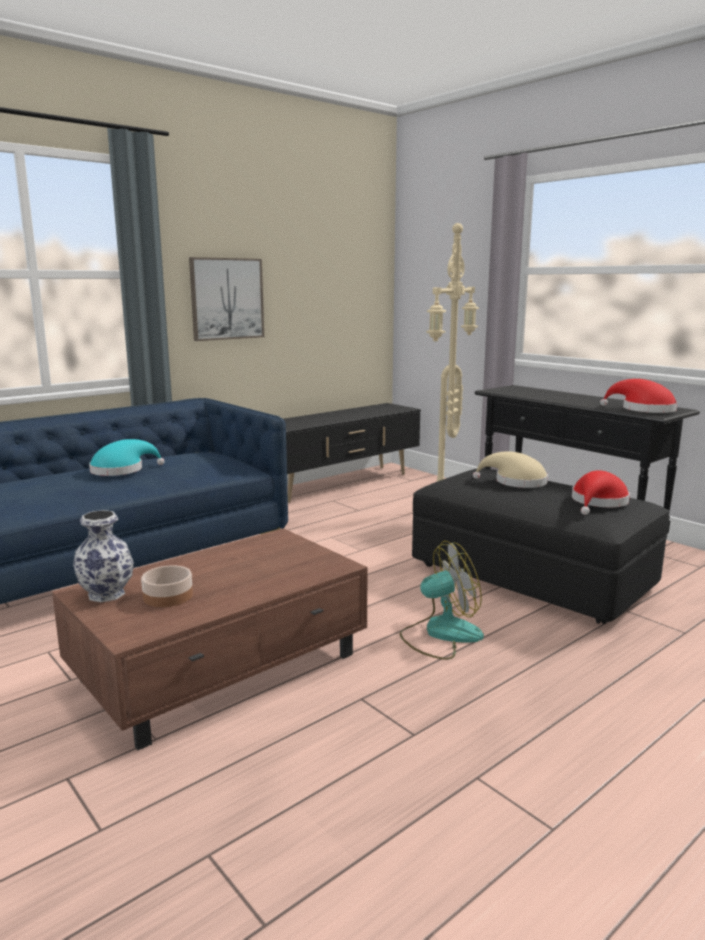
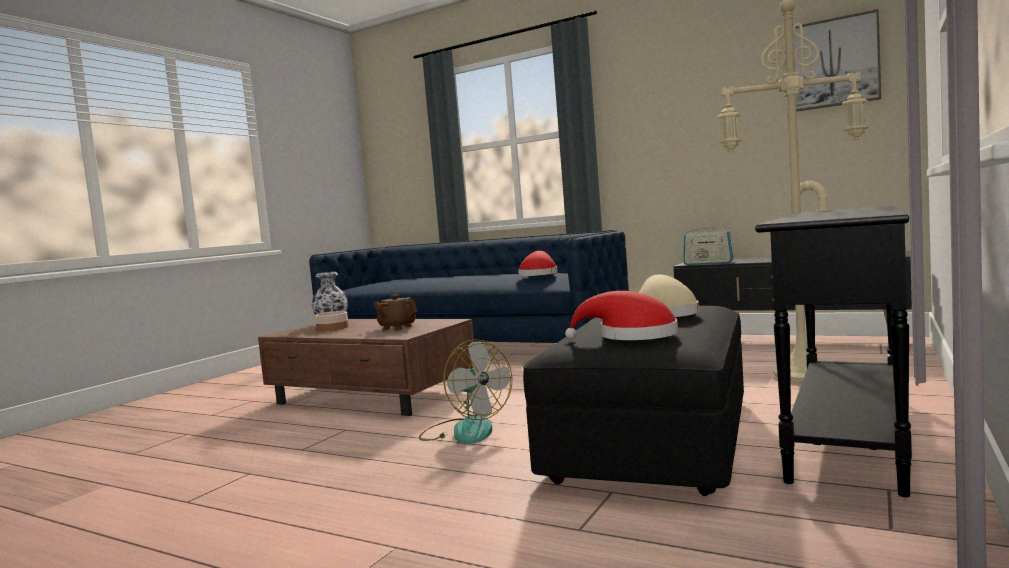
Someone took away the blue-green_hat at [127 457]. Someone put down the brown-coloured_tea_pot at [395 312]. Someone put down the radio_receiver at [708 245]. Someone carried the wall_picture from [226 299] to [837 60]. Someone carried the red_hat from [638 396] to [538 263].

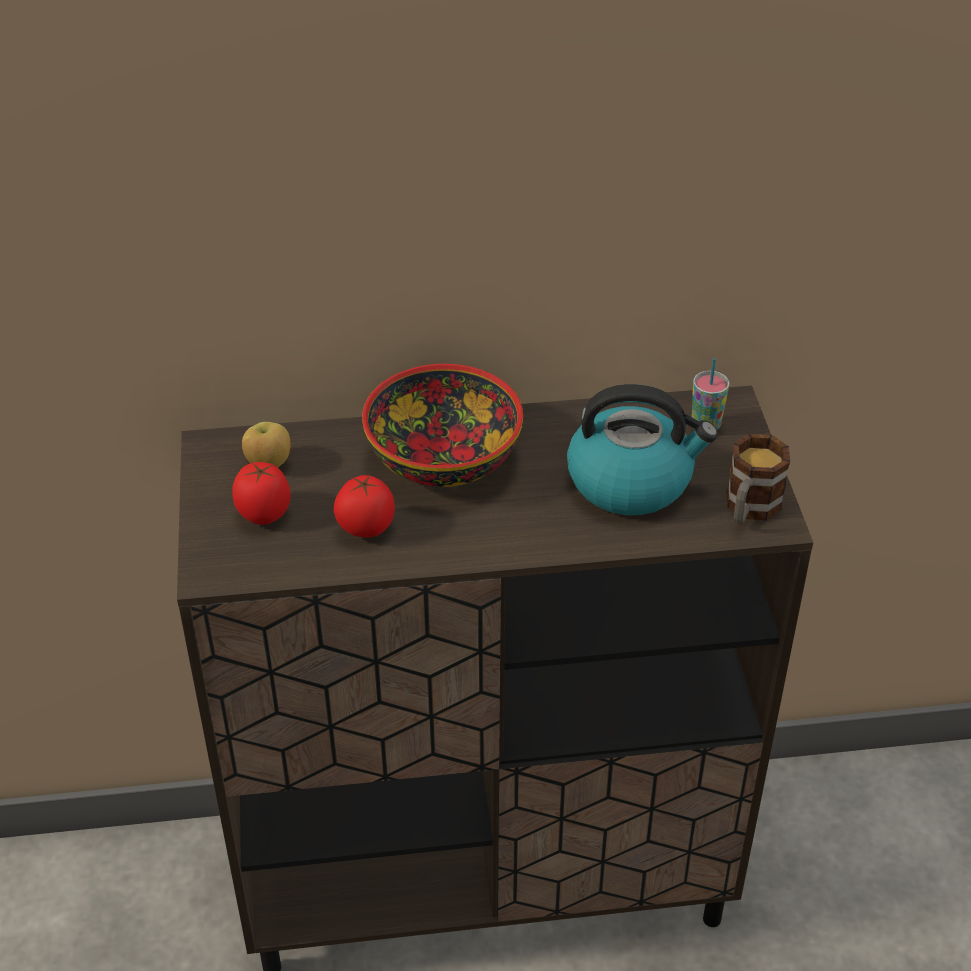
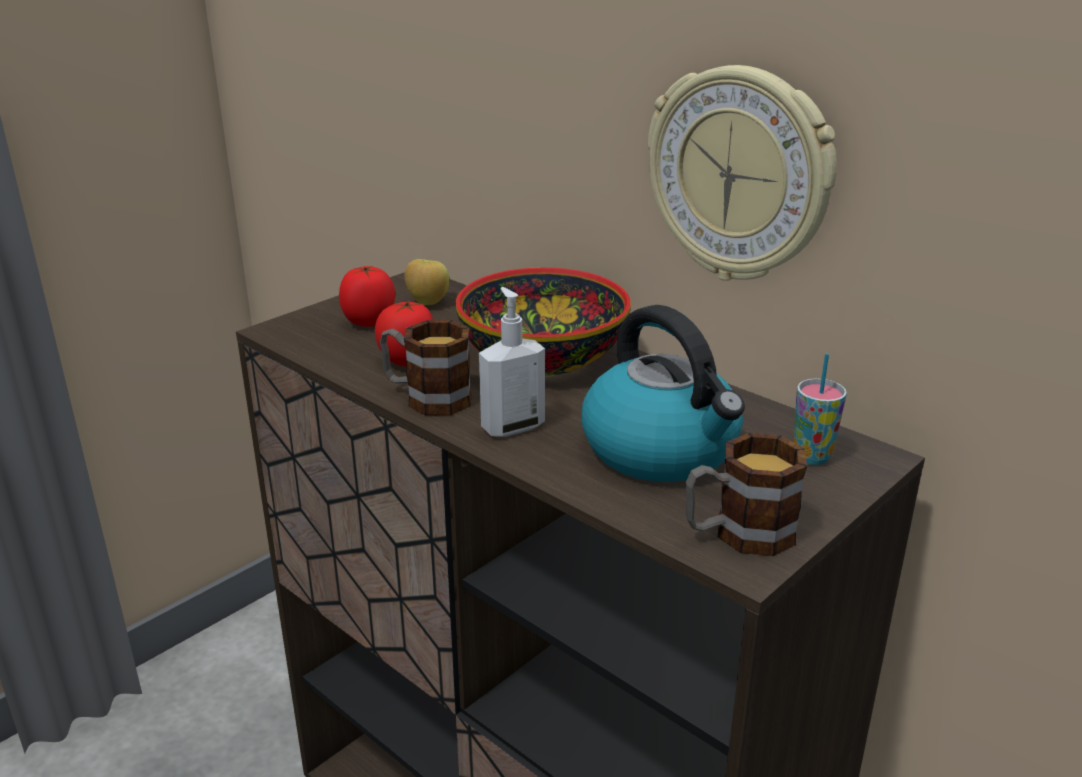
Someone put down the coffee_mug at [426 367]. Someone put down the soap_dispenser at [512 362]. Someone put up the wall_clock at [742 173].

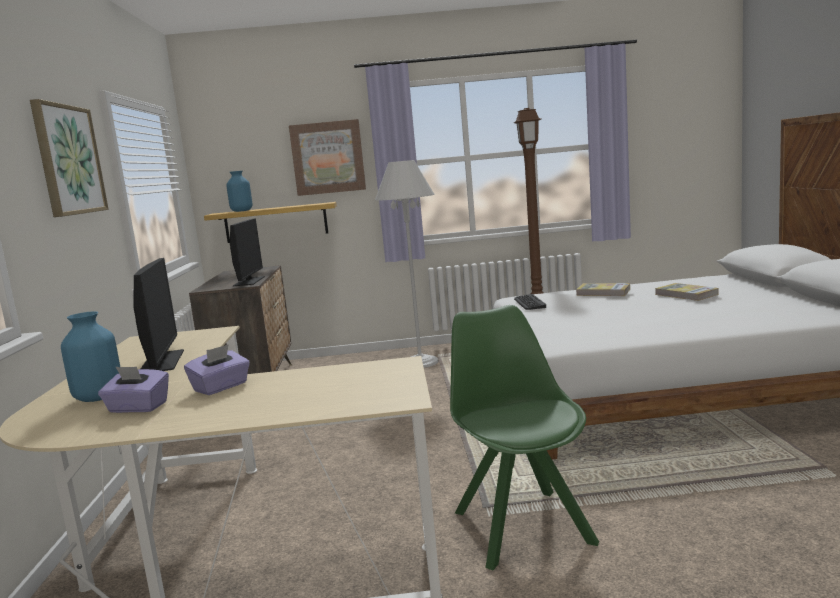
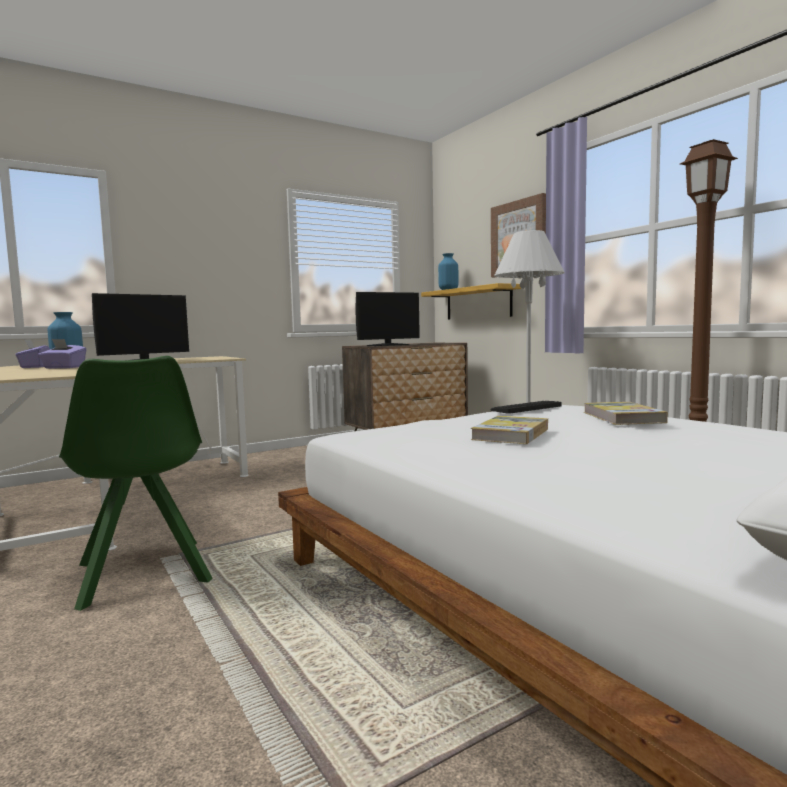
Someone took away the wall_picture at [69 158]. Someone carried the volume from [686 292] to [509 430]. Someone rotated the green-coloured_upright_chair at [524 437] by 105 degrees clockwise.

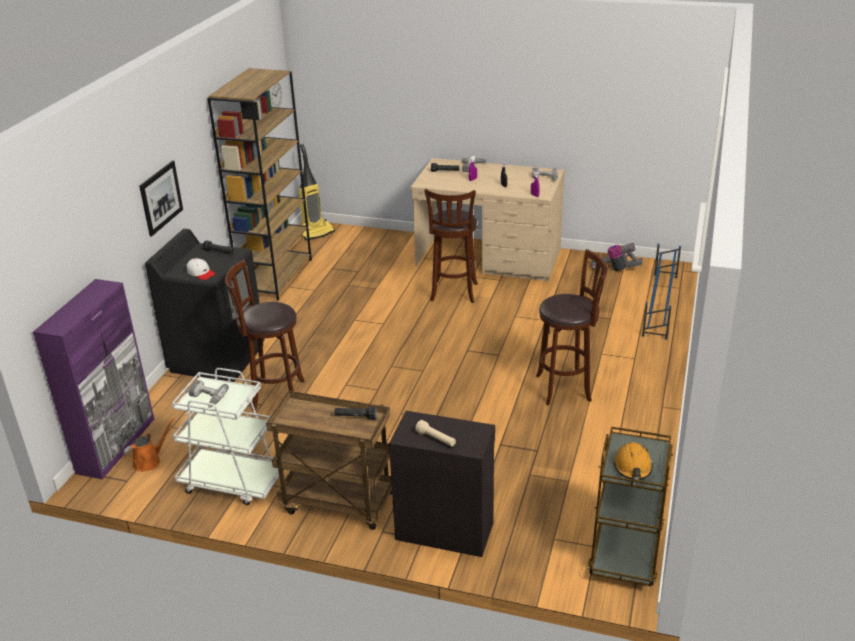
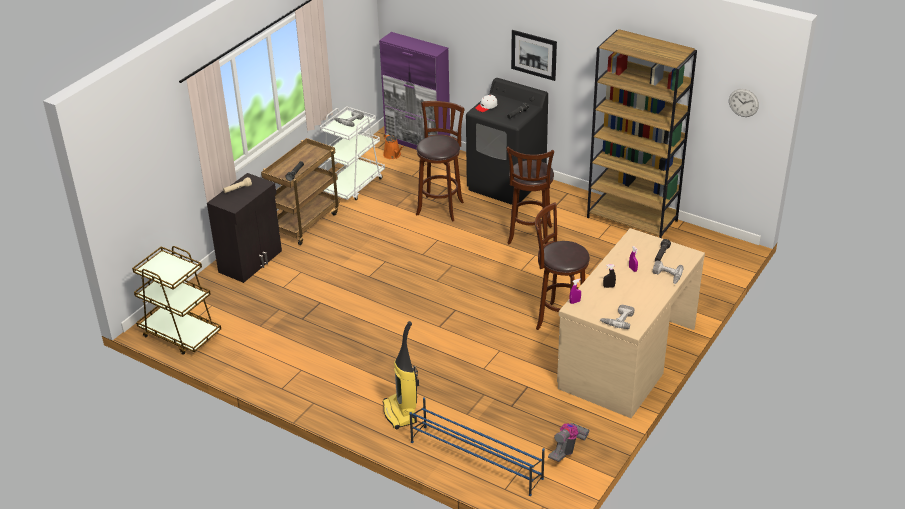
Someone took away the orange_safety_helmet at [633 461]. Someone carried the vacuum from [317 192] to [400 375]. Someone carried the brown-coloured_sitting_stool from [572 327] to [530 195].

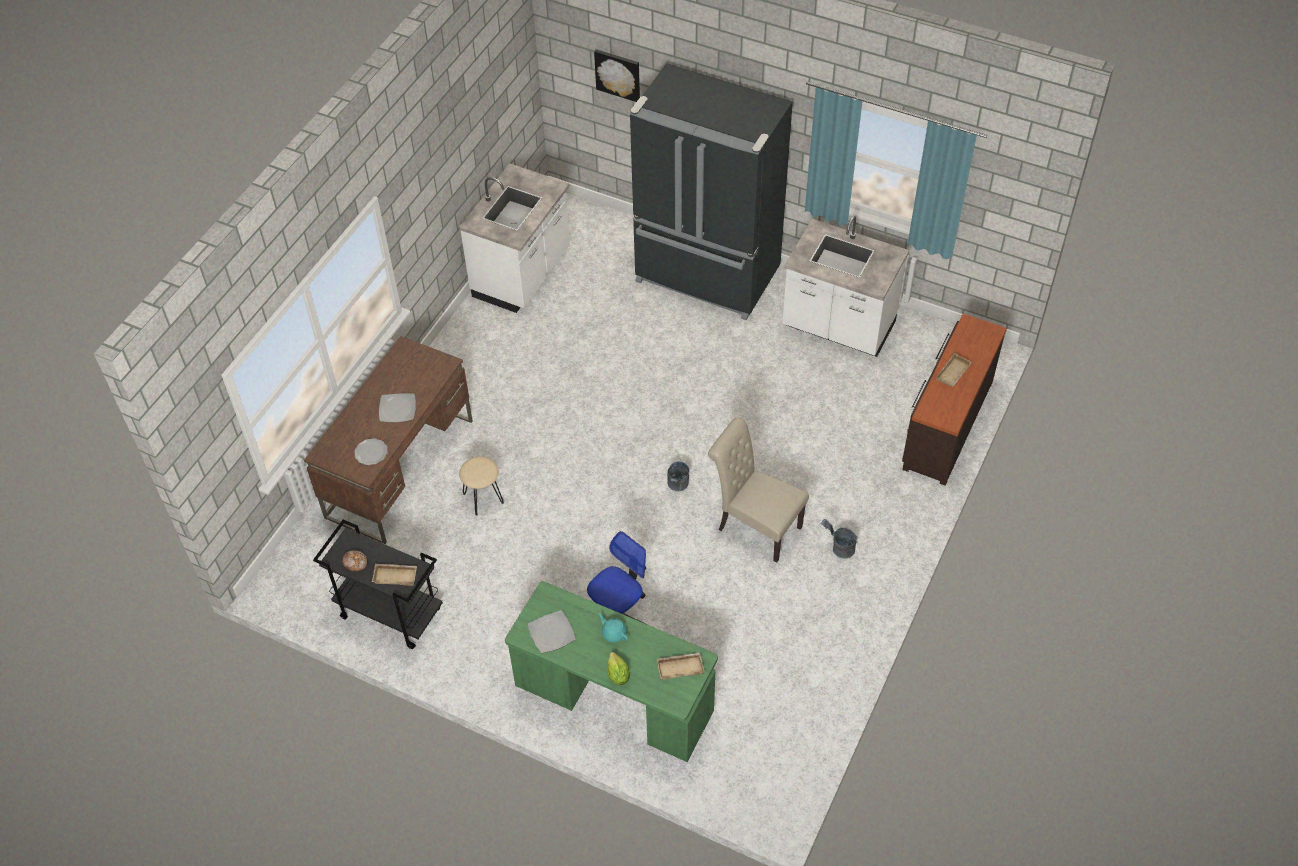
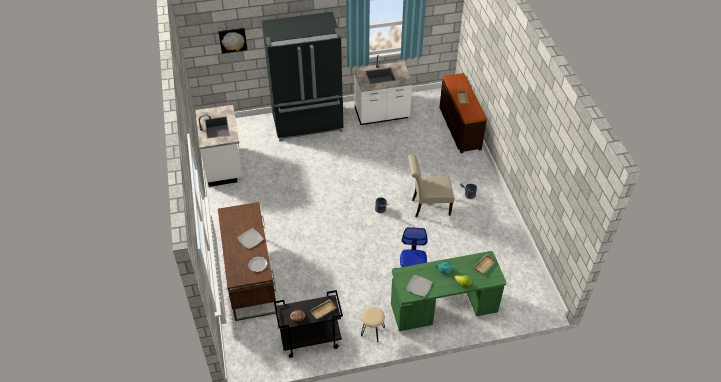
Someone carried the beige_sitting_stool from [481 486] to [373 324].

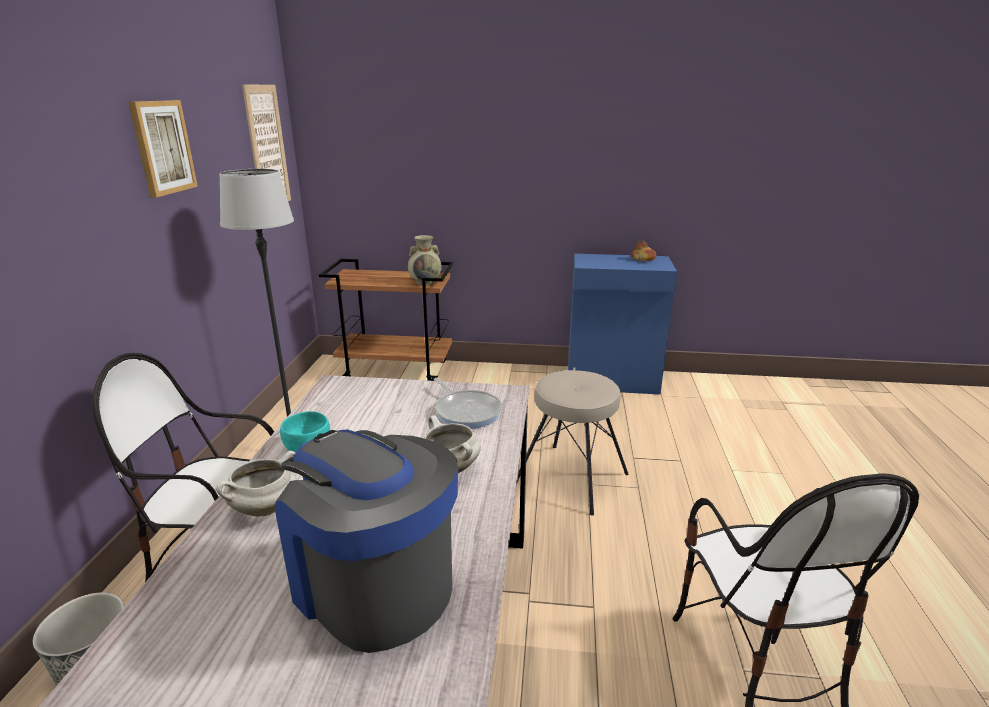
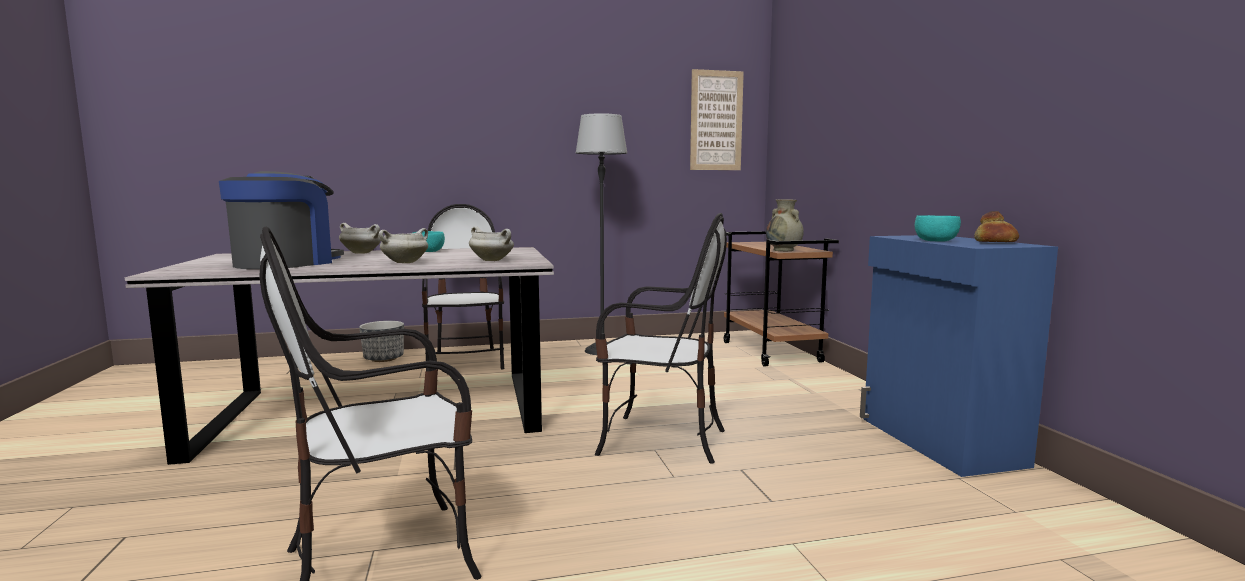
Someone took away the wall_picture at [163 148]. Someone put down the blue-green_serving_bowl at [938 228]. Someone swapped the frying_pan at [468 403] for the whitish_saucepot at [491 243]. Someone swapped the beige_sitting_stool at [572 443] for the upright_chair at [661 338].

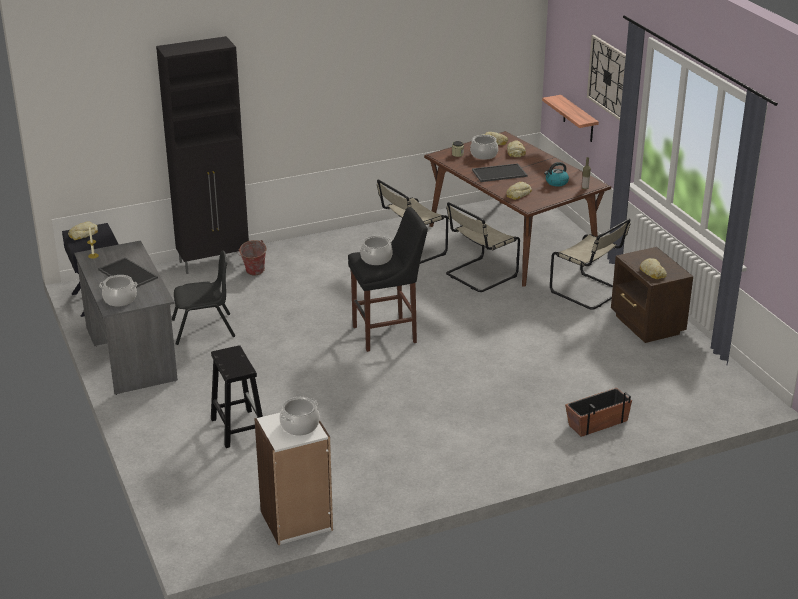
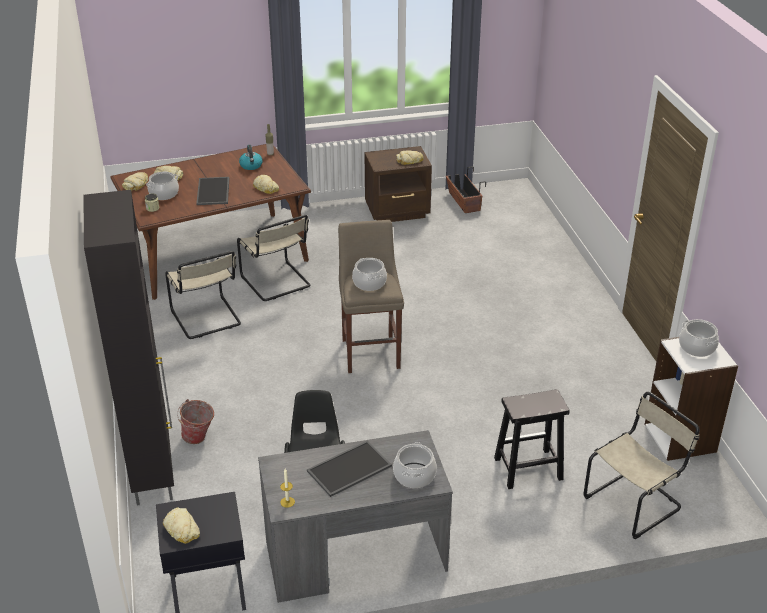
Someone took away the bracket_shelf at [570 118]. Someone took away the wall_clock at [606 77]. Someone carried the beige_upright_chair from [590 264] to [641 465]. Someone carried the planter from [598 412] to [466 189]. Someone repainted the black_sitting_stool at [388 279], which became the beige_sitting_stool at [371 296].

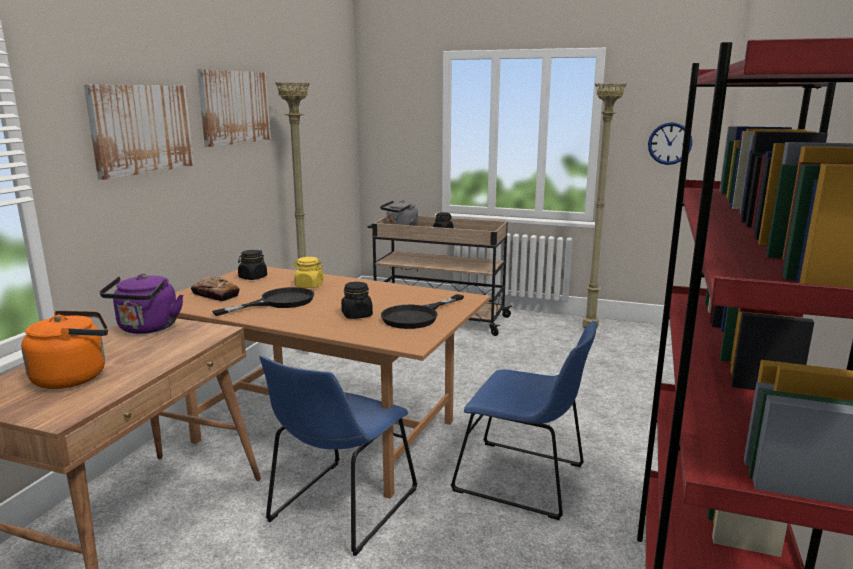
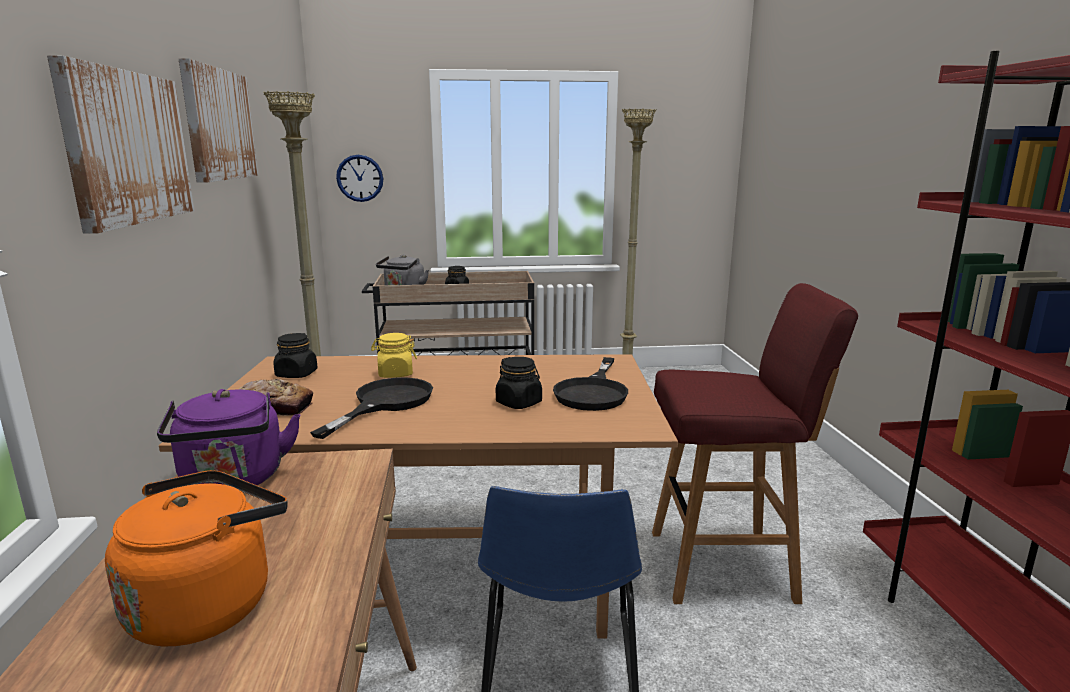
Someone carried the wall_clock from [670 143] to [359 178]. Someone swapped the bluish_upright_chair at [524 420] for the red_sitting_stool at [755 443].

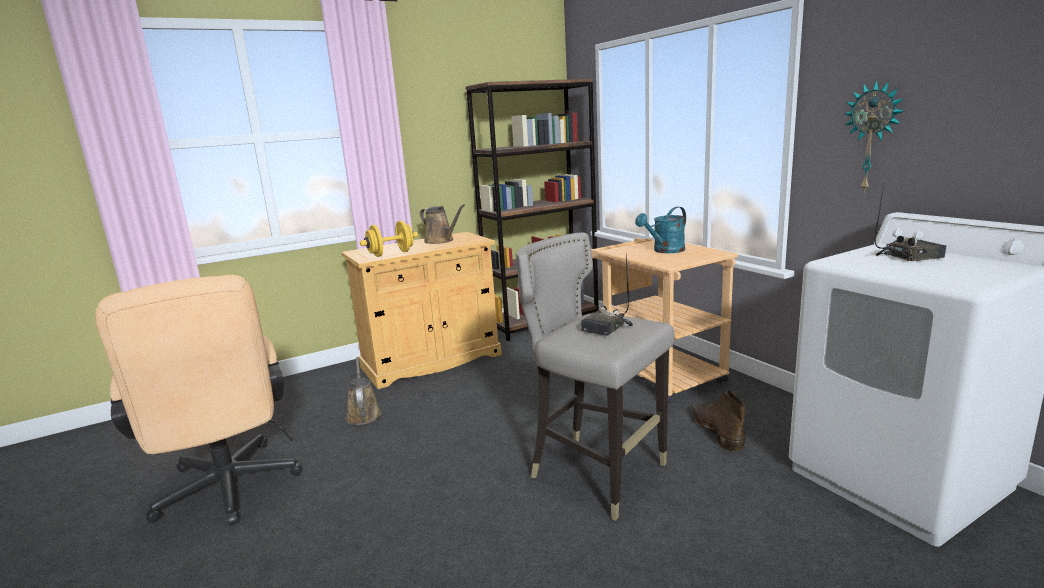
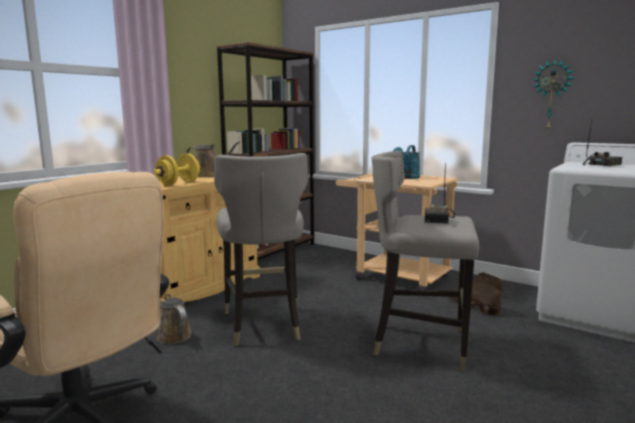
Someone put down the grey_sitting_stool at [261 249].

